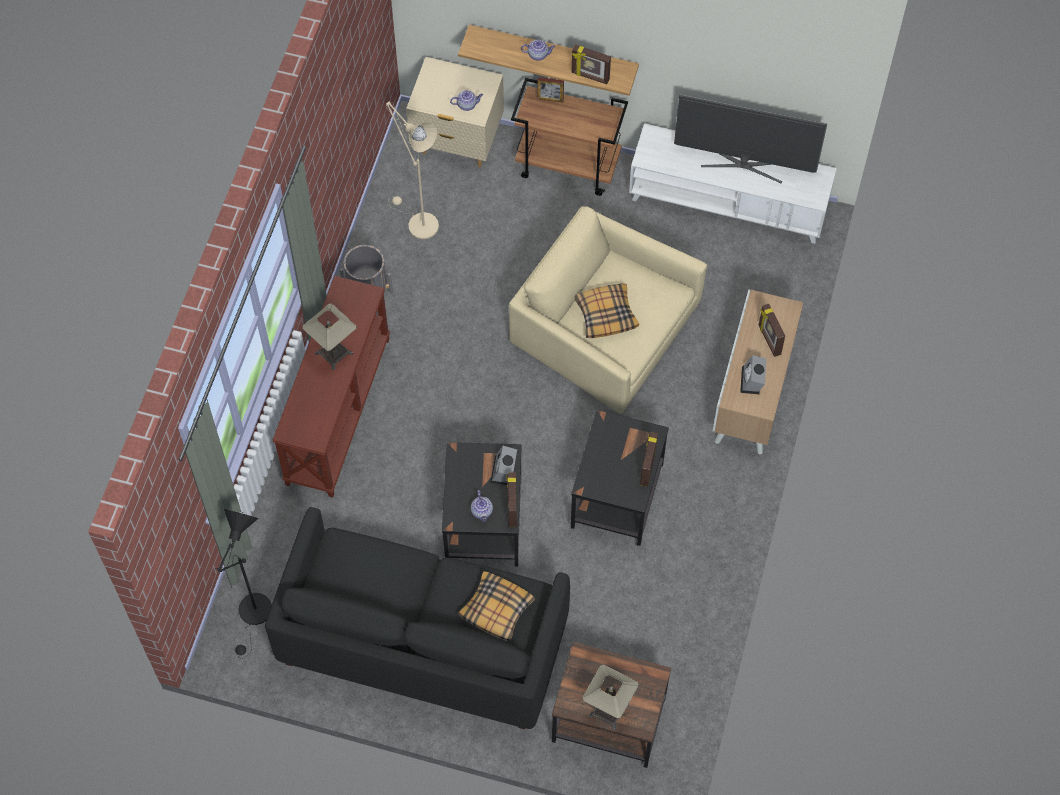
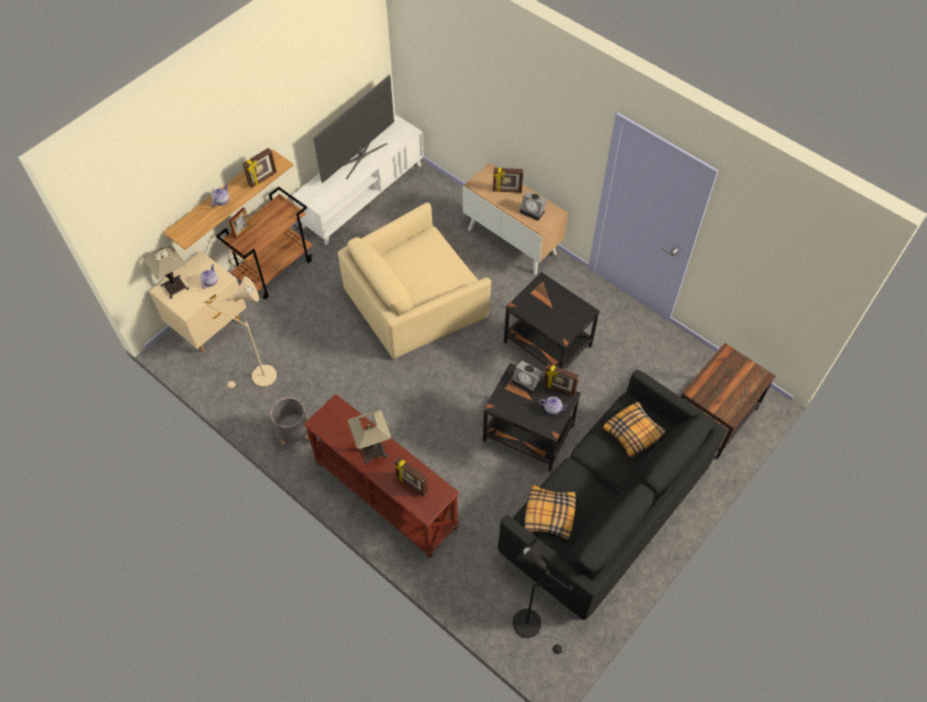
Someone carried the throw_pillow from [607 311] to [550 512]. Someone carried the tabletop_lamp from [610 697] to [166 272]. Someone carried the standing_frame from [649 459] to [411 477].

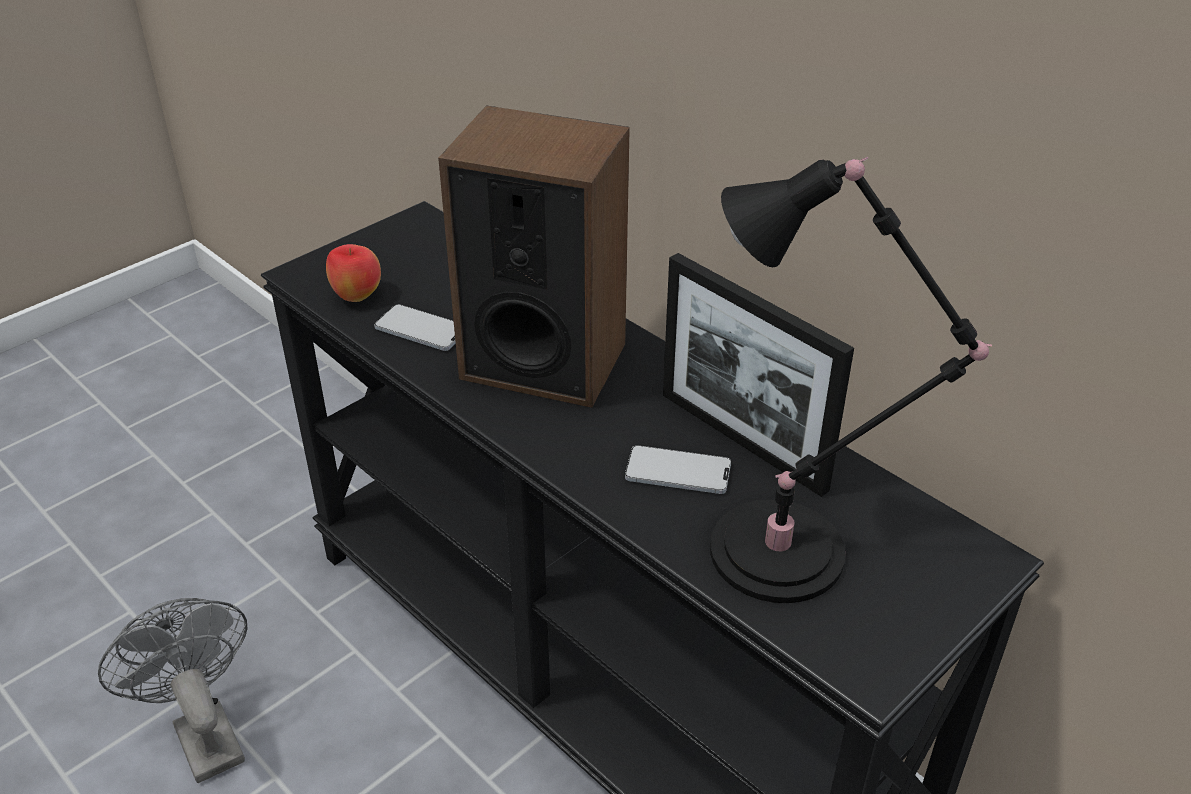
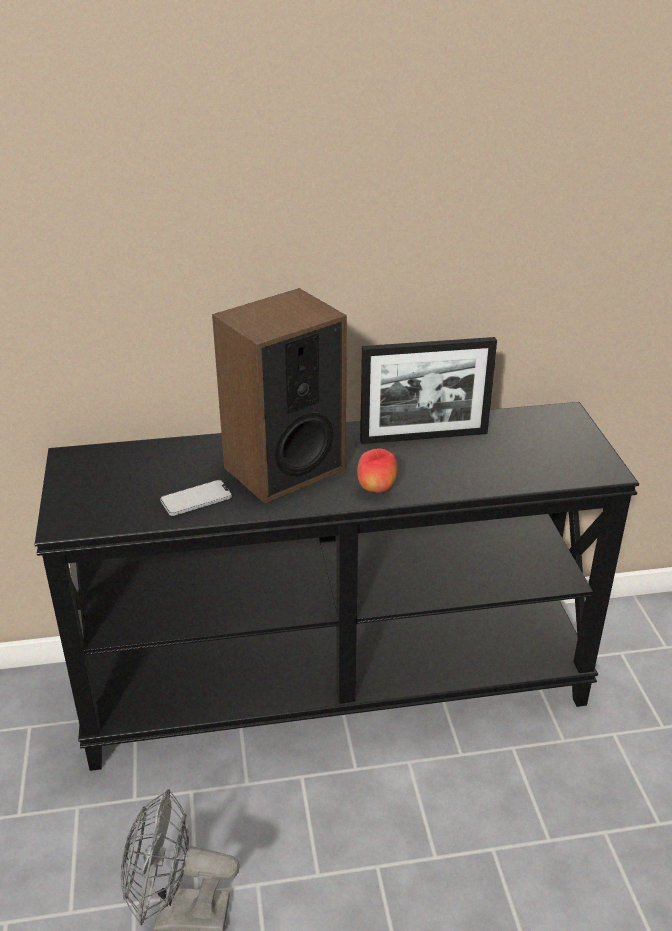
Someone took away the phone at [678 469]. Someone took away the black_tabletop_lamp at [851 380]. Someone carried the apple from [353 273] to [377 470].

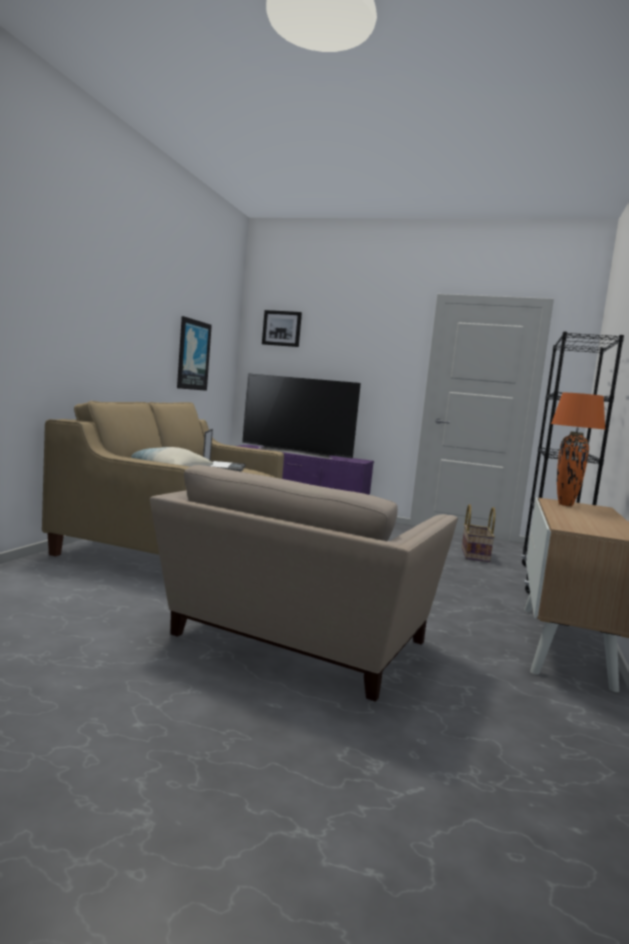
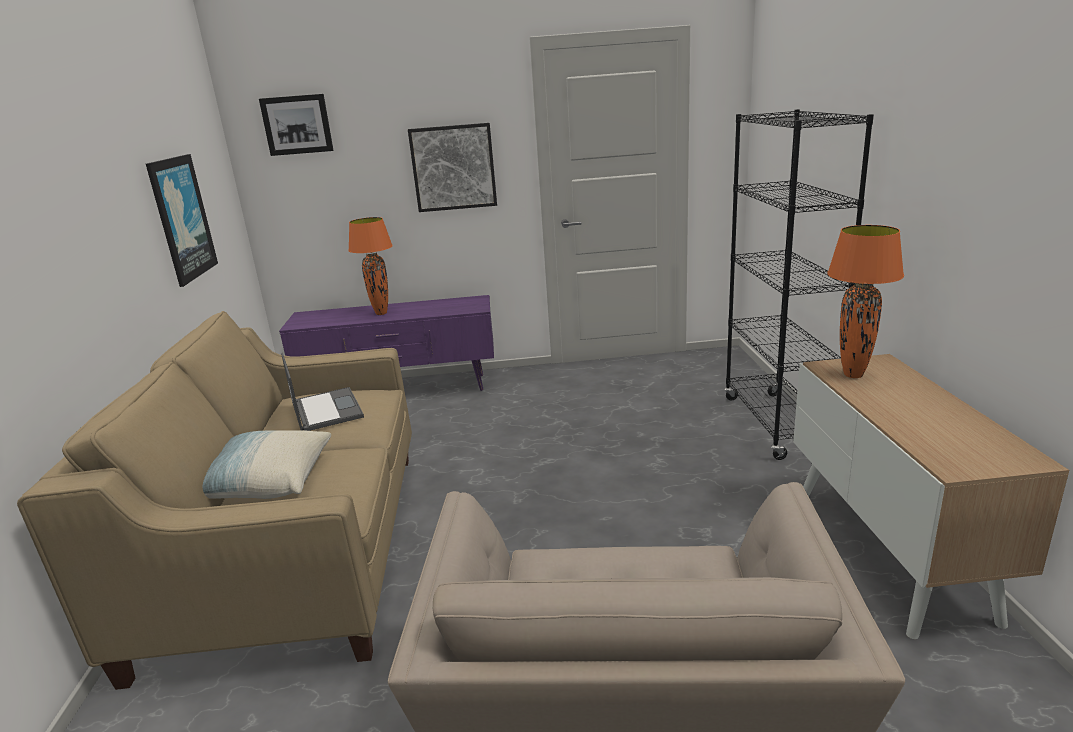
Someone took away the household_basket at [478 533]. Someone put up the wall_picture at [452 167]. Someone swapped the TV_set at [301 416] for the orange_tabletop_lamp at [370 266].

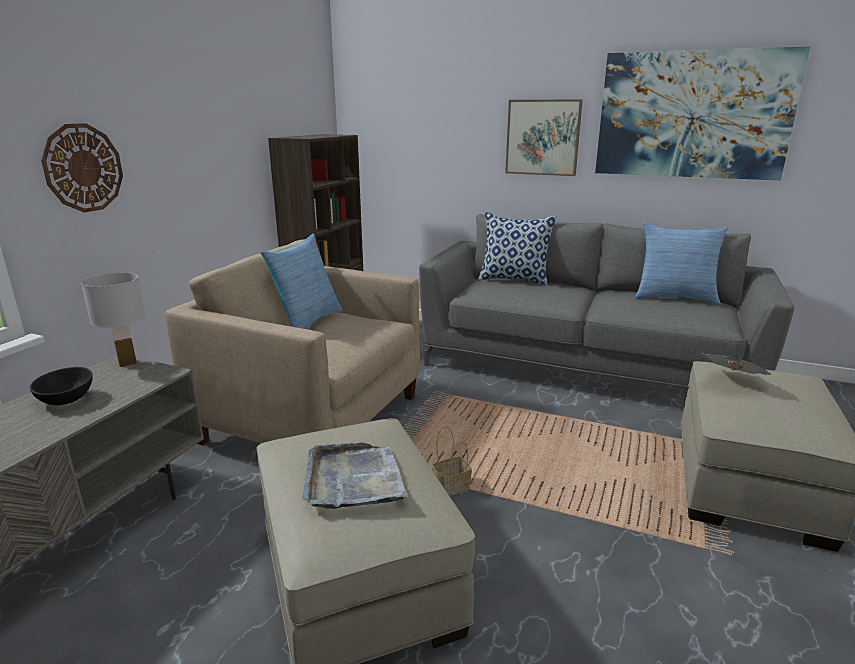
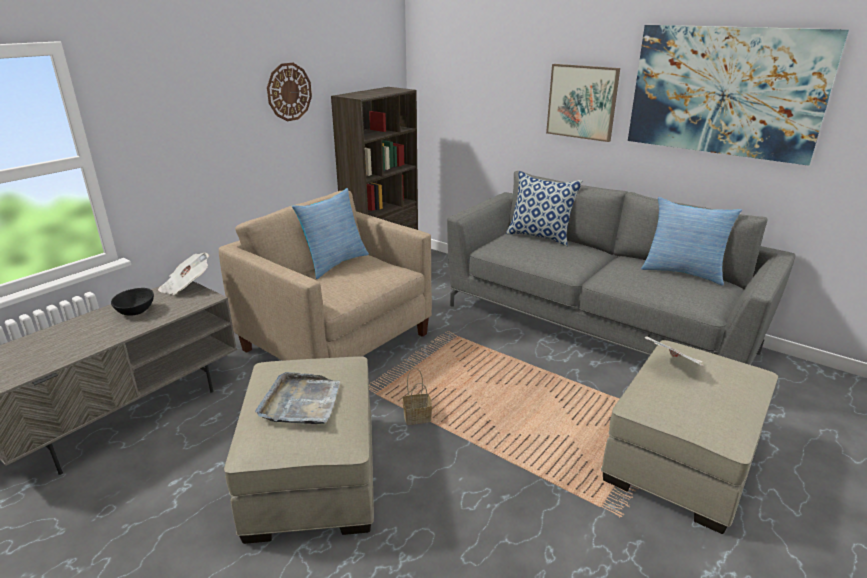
Someone carried the wall_clock from [82 168] to [289 92]. Someone swapped the whitish_tabletop_lamp at [113 319] for the newspaper at [183 274].

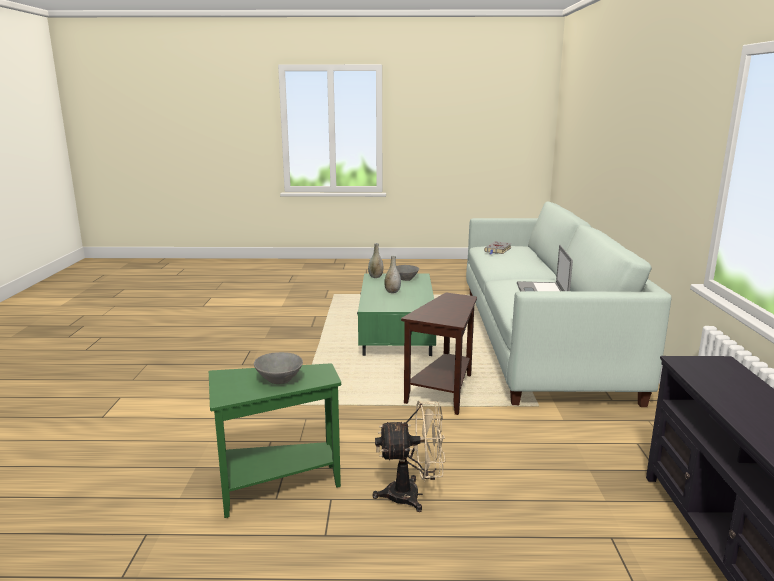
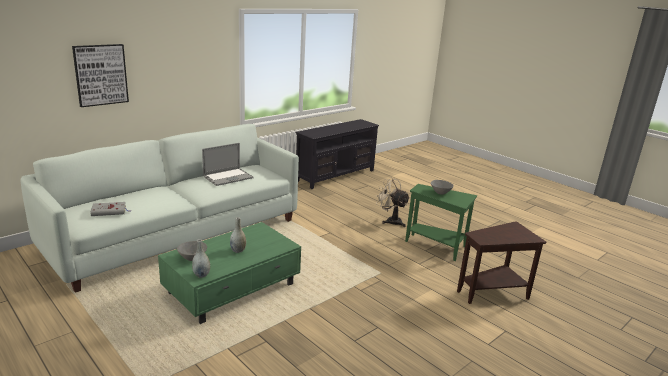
Someone put up the wall_picture at [100 75]. Someone carried the brown-coloured_accent_table from [439 354] to [501 262].

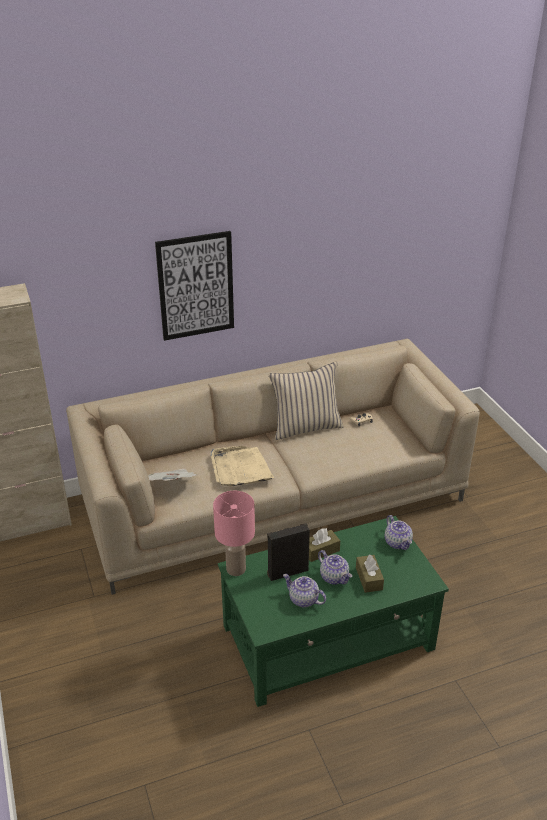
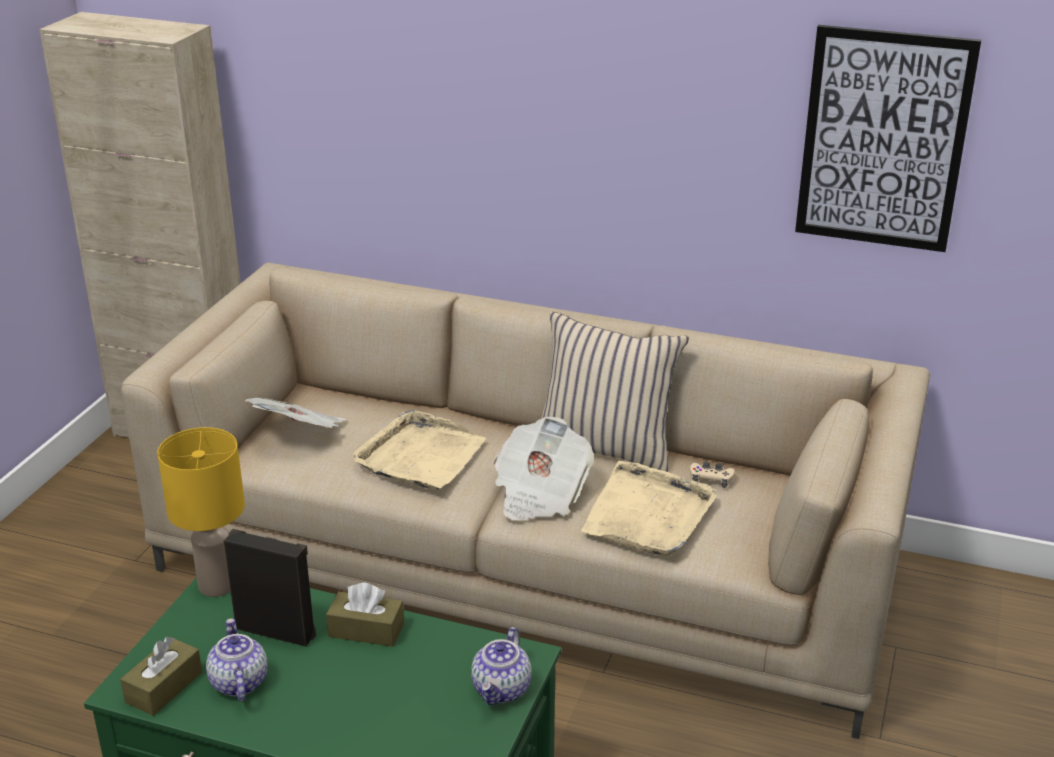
Someone took away the tea_pot at [335 567]. Someone put down the newspaper at [544 469]. Someone put down the beige_tray at [649 508]. Someone carried the wall_picture from [194 286] to [888 138]. Someone carried the brown-coloured_box_of_tissues from [370 573] to [161 676]. Someone repainted the pinkish_tabletop_lamp at [234 533], which became the yellow-coloured_tabletop_lamp at [201 512].

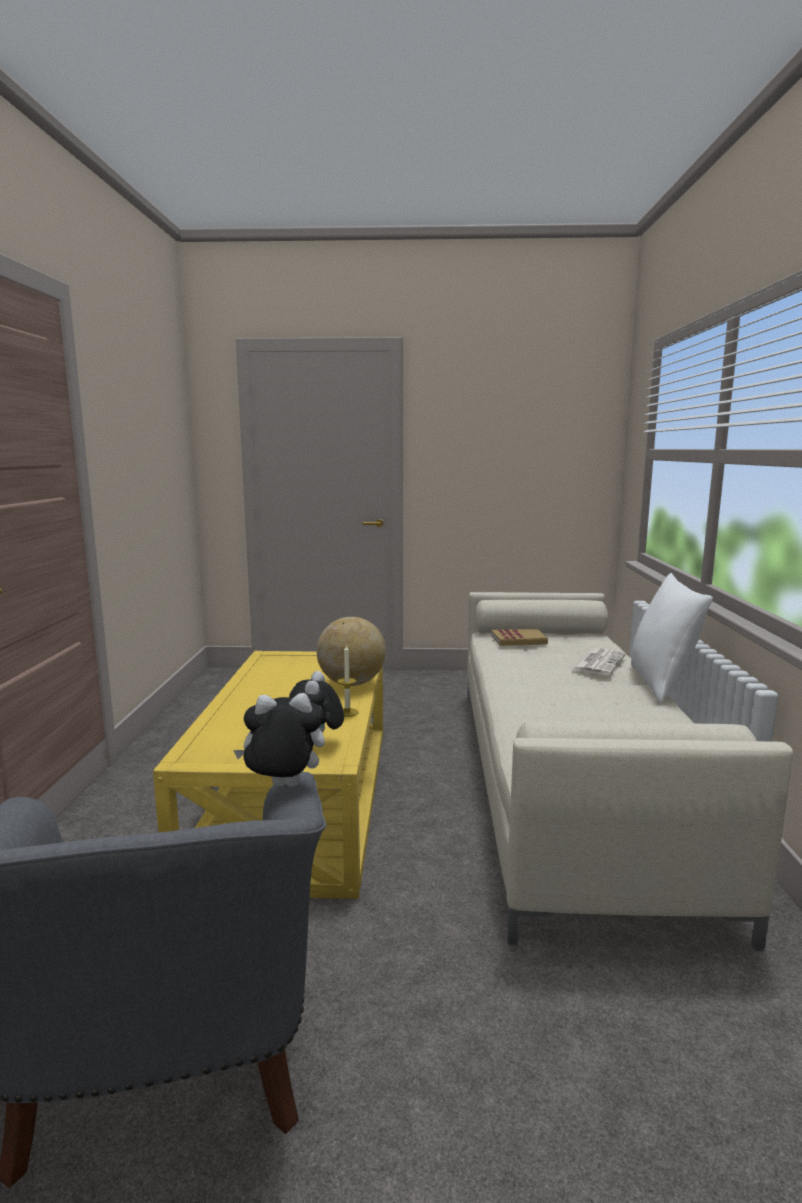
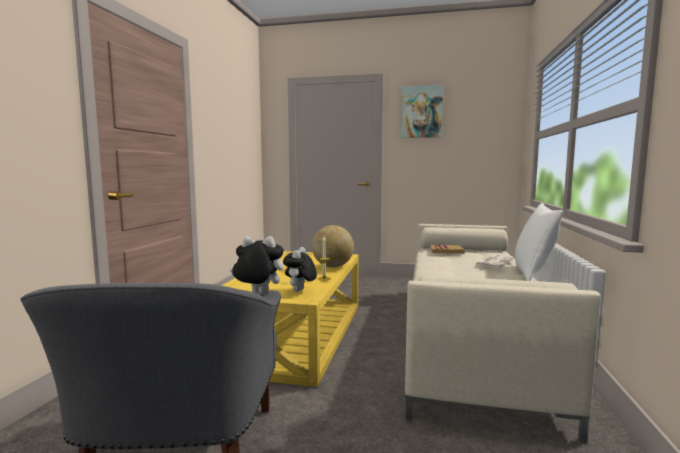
Someone put up the wall_picture at [422 111].

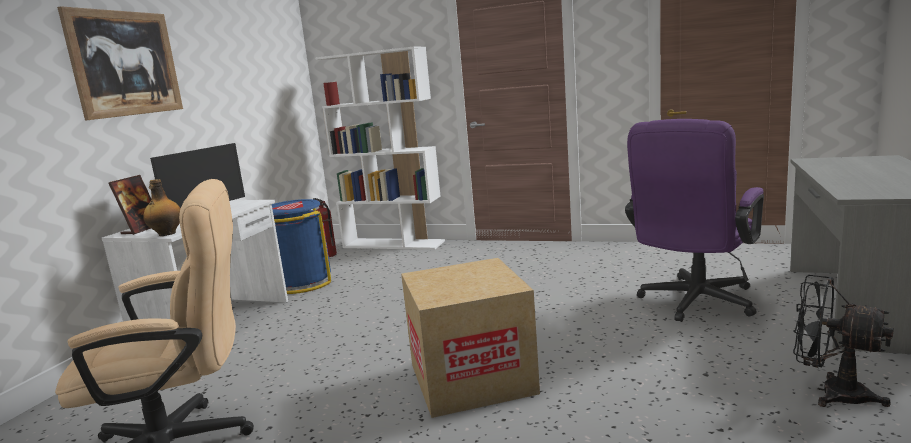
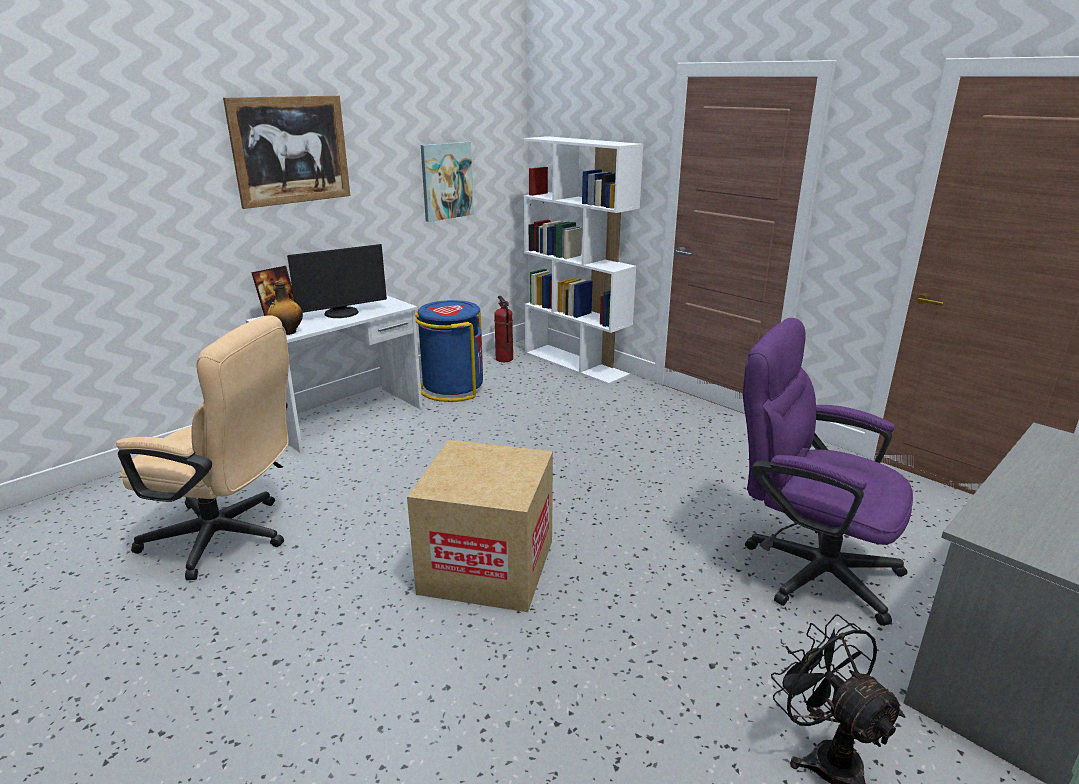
Someone put up the wall_picture at [447 181]. Someone rotated the purple_office_chair at [694 220] by 60 degrees clockwise.

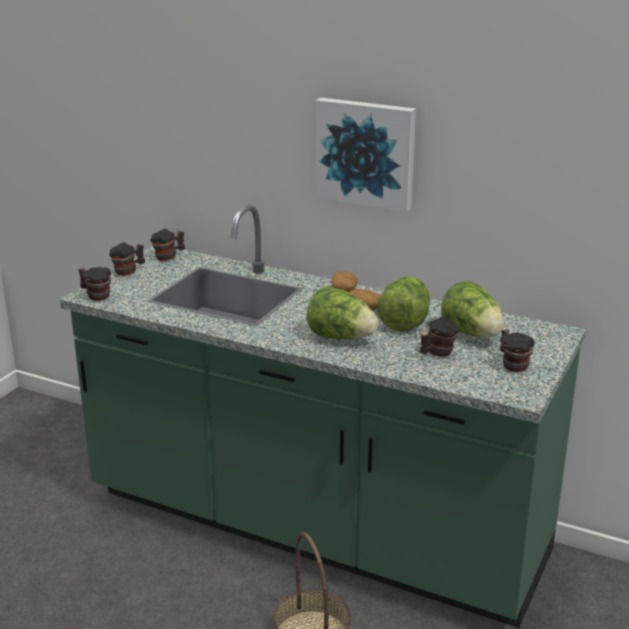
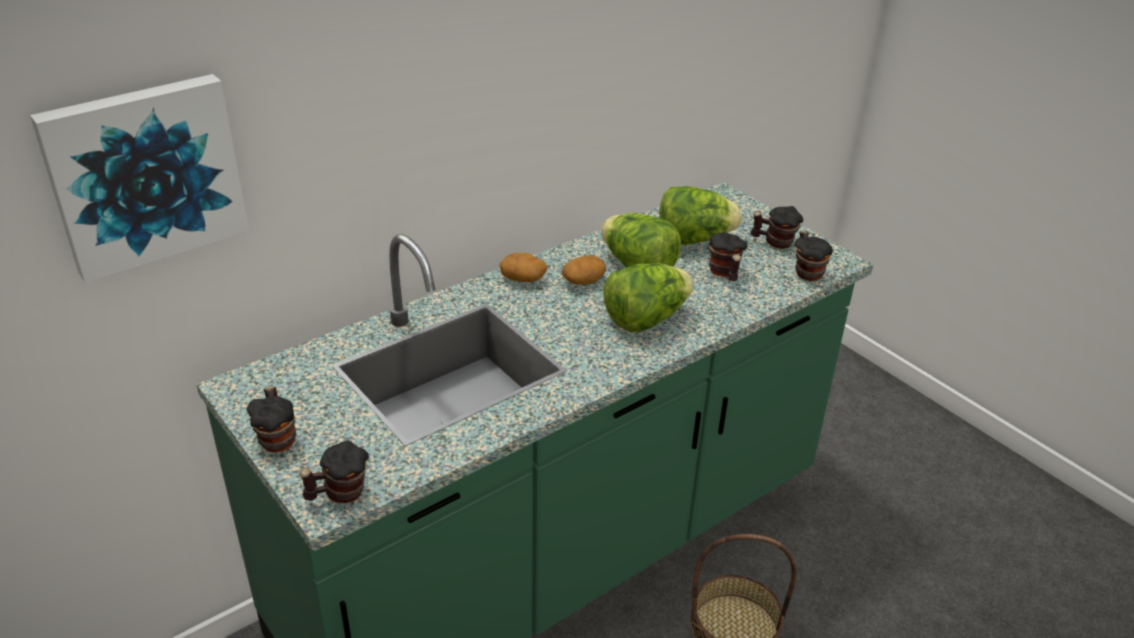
Someone carried the coffee_mug from [167 245] to [814 256]. Someone carried the wall_picture from [366 155] to [139 178].

